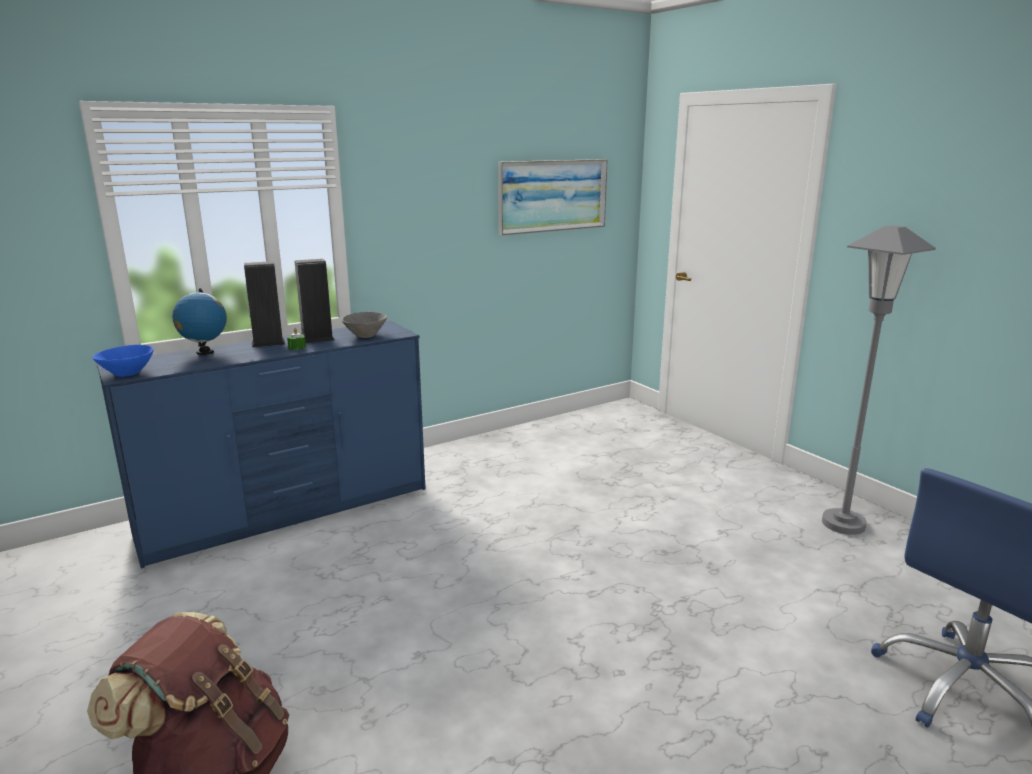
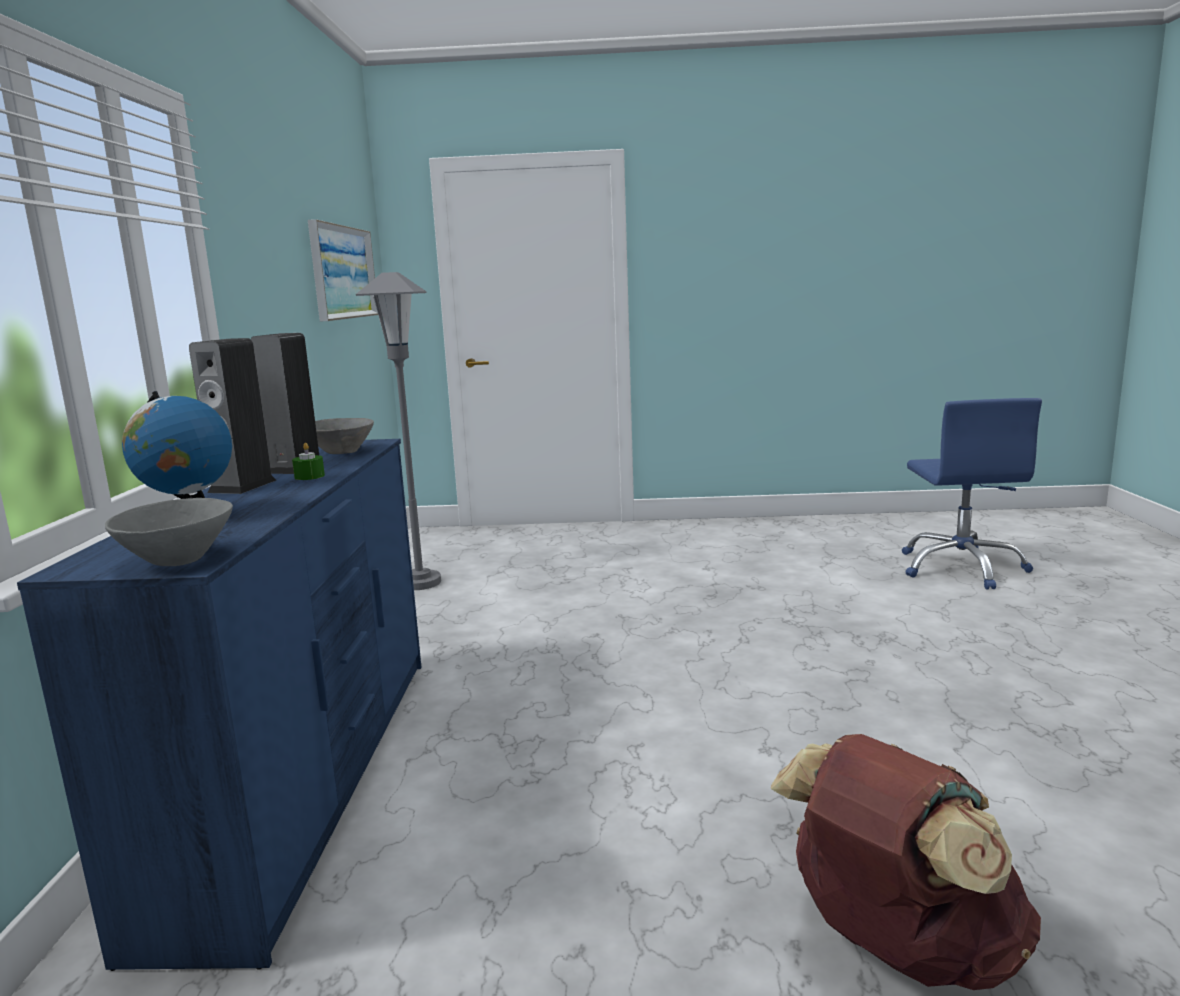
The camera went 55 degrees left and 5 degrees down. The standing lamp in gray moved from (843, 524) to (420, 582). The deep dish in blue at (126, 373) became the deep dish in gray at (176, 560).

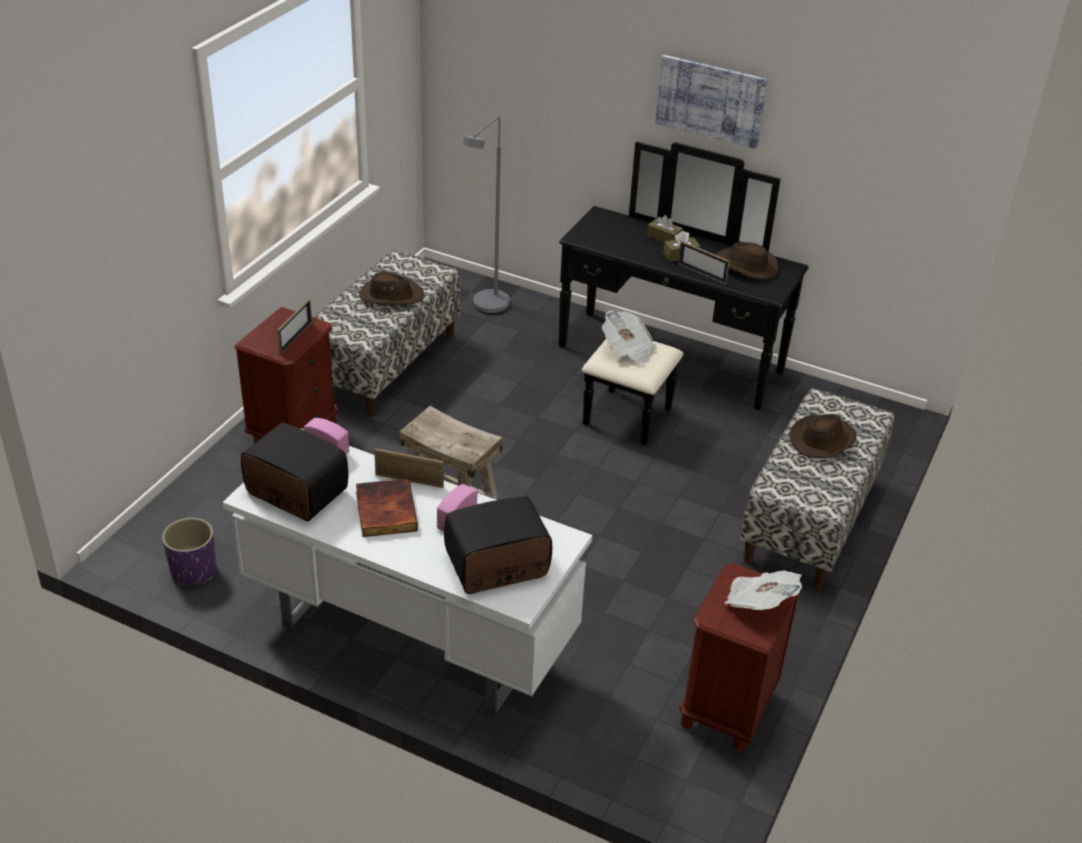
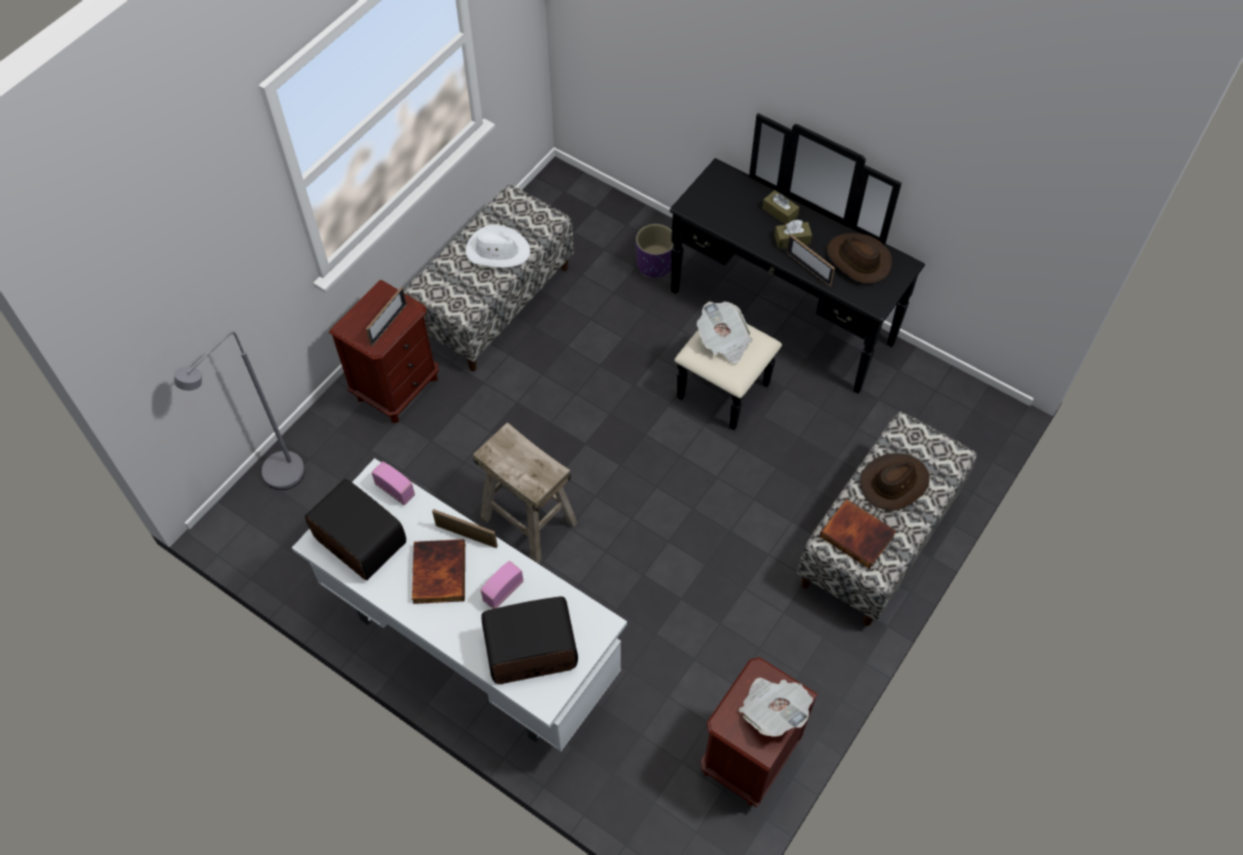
The camera went 10 degrees right and 20 degrees up. The wall picture at (710, 100) disappeared. The bound book at (858, 534) appeared. The planter in purple moved from (193, 570) to (654, 264). The standing lamp in gray moved from (486, 309) to (275, 480). The wearable hat in brownish at (391, 295) became the wearable hat in whitish at (497, 251).

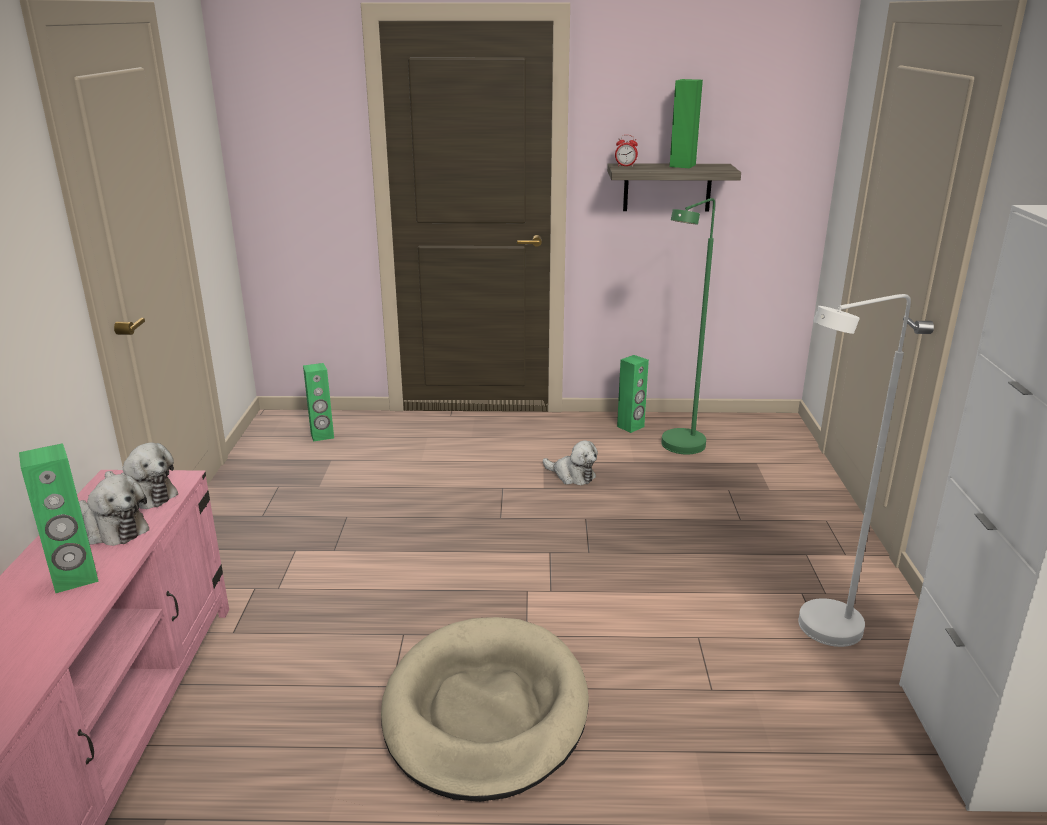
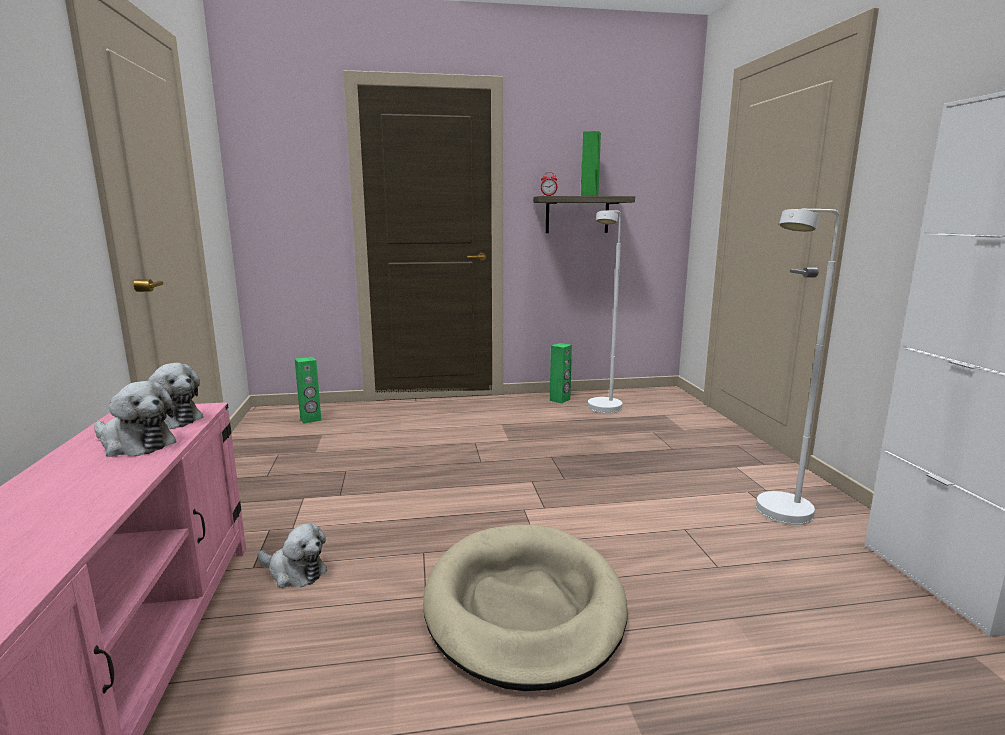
The camera went 10 degrees left and 10 degrees down. The audio speaker in green at (75, 578) disappeared. The cuddly toy moved from (572, 475) to (294, 572). The standing lamp in green at (679, 449) became the standing lamp in whitish at (603, 411).

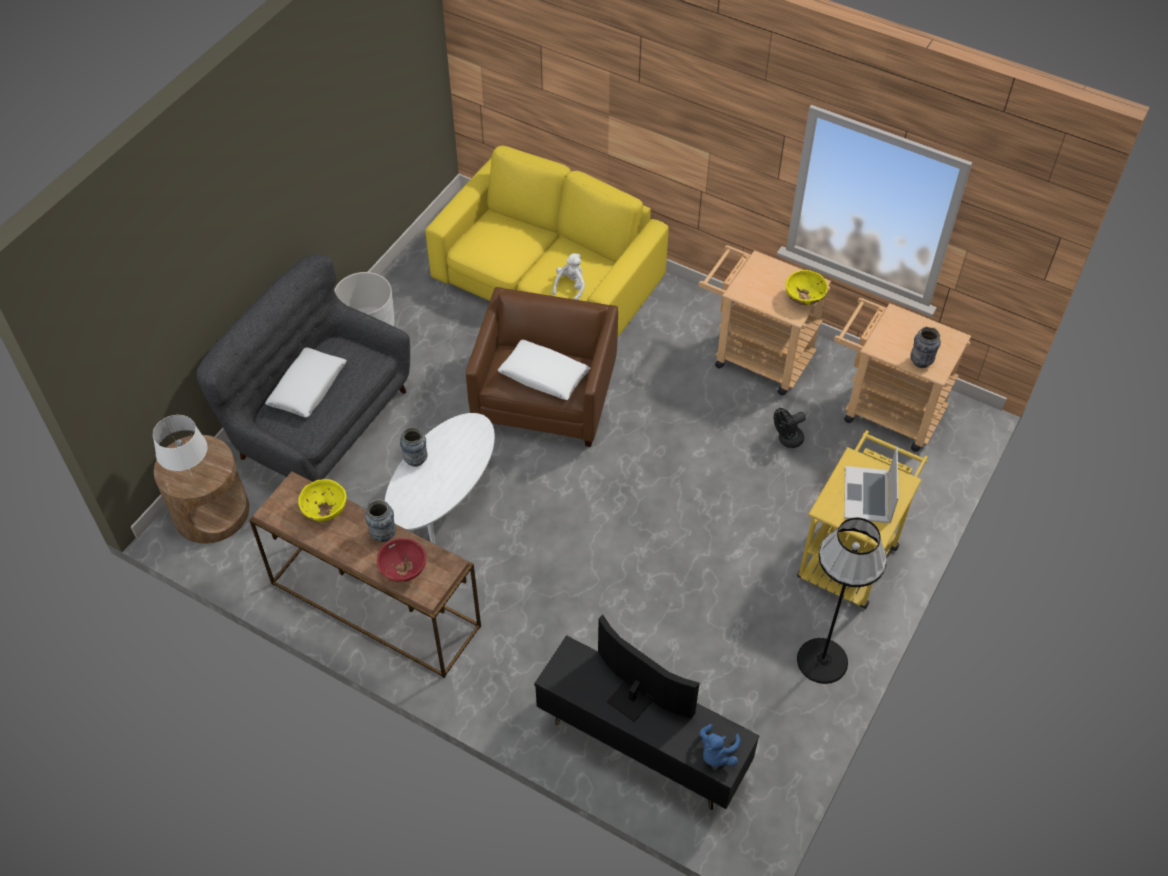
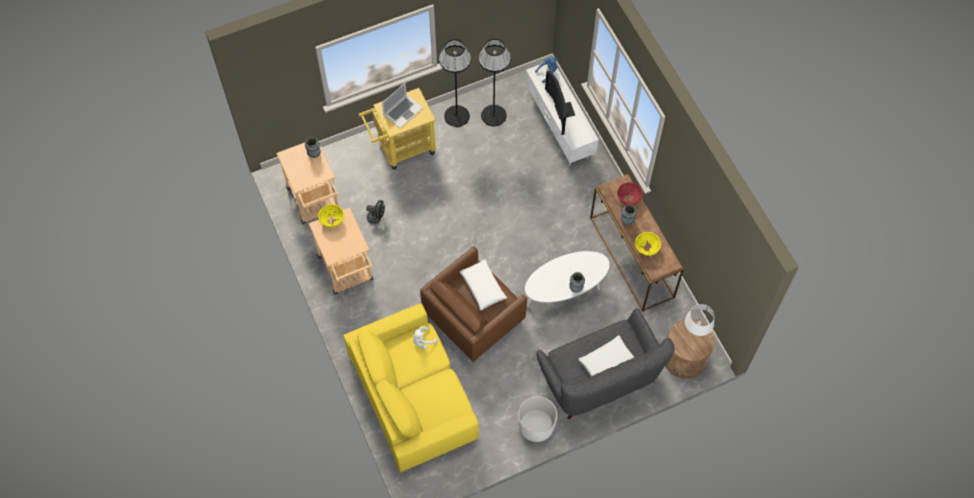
The camera went 145 degrees left and 10 degrees up. The standing lamp in black at (493, 115) appeared. The tv unit in black at (642, 748) became the tv unit in whitish at (559, 128).

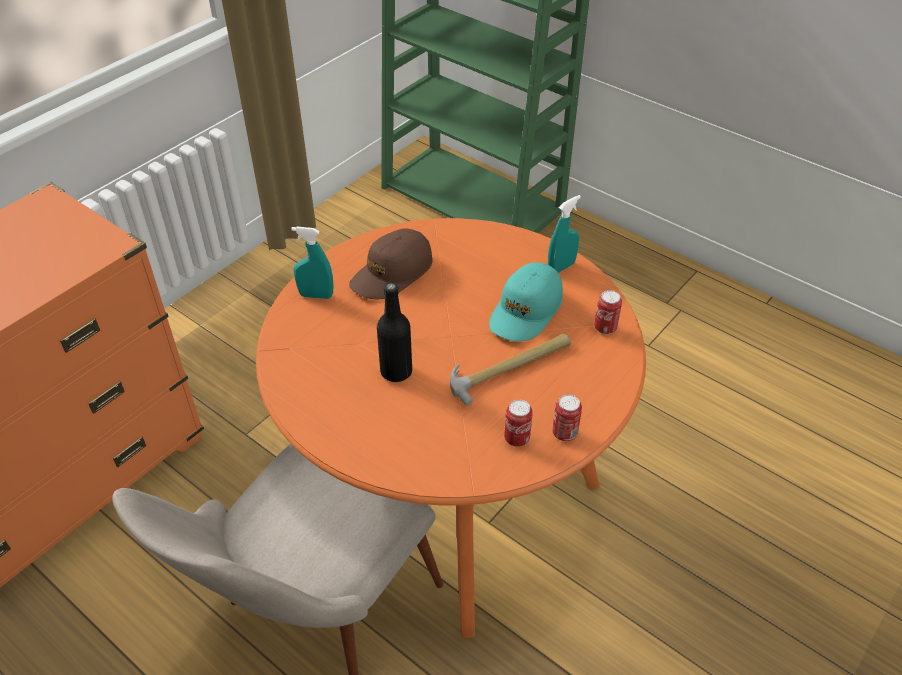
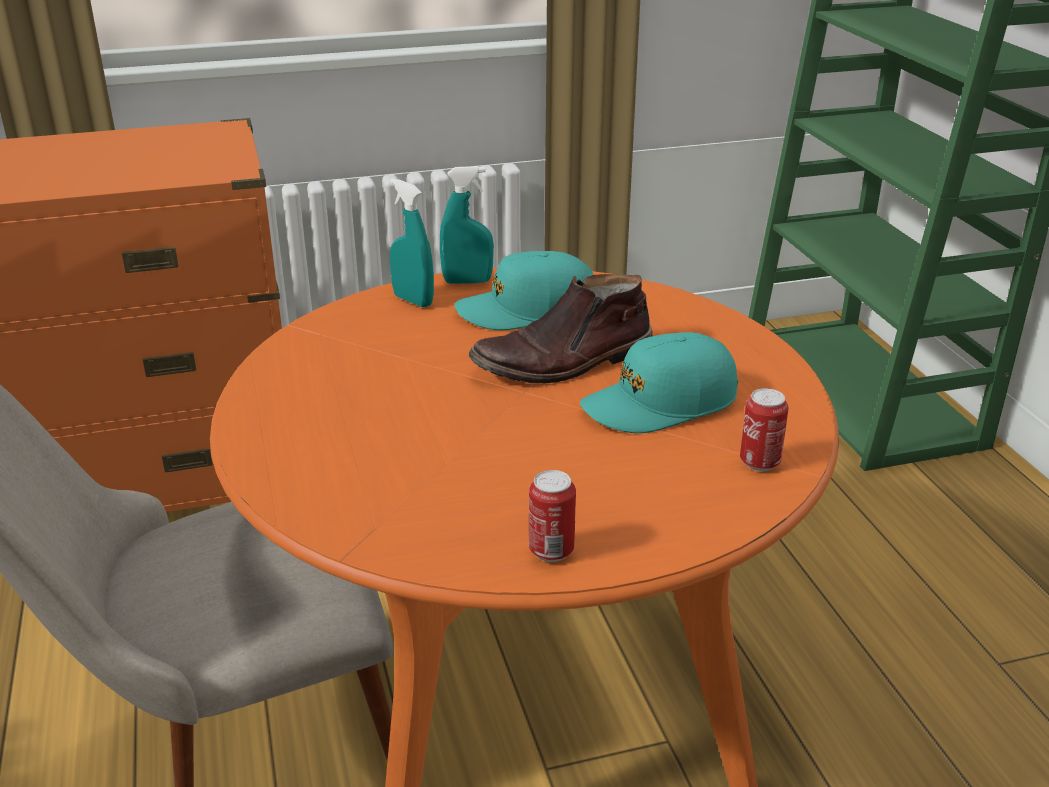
The camera went 35 degrees right and 15 degrees down. The bottle in black at (396, 371) disappeared. The tool hammer at (510, 368) disappeared. The sealed can at (516, 438) disappeared. The tall boot in brownish at (564, 362) appeared. The hand sprayer in turquoise-coloured moved from (561, 267) to (467, 281). The peaked cap in brownish at (392, 273) became the peaked cap in turquoise-coloured at (527, 310).

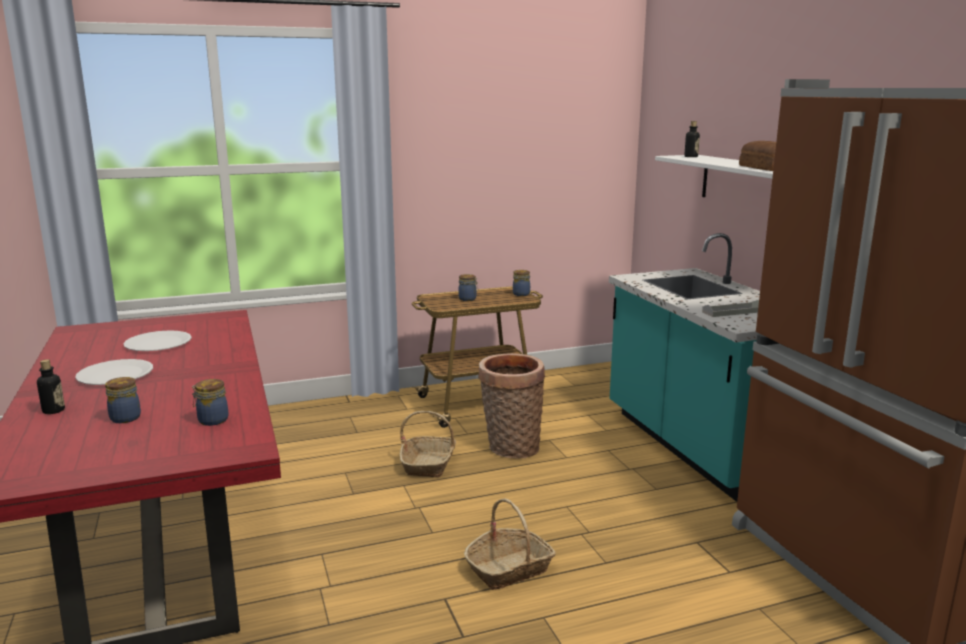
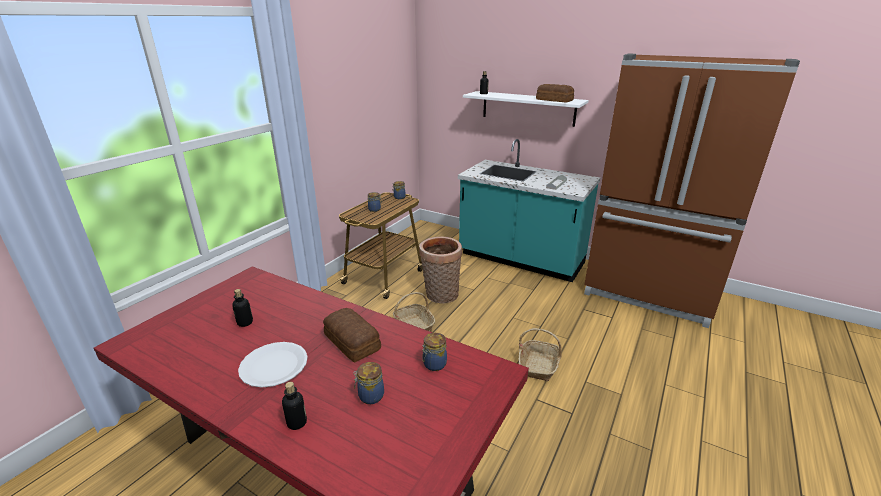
The camera went 40 degrees left and 10 degrees up. The baked bread at (351, 343) appeared. The dinner plate in whitish at (158, 343) was replaced by the bottle at (245, 323).

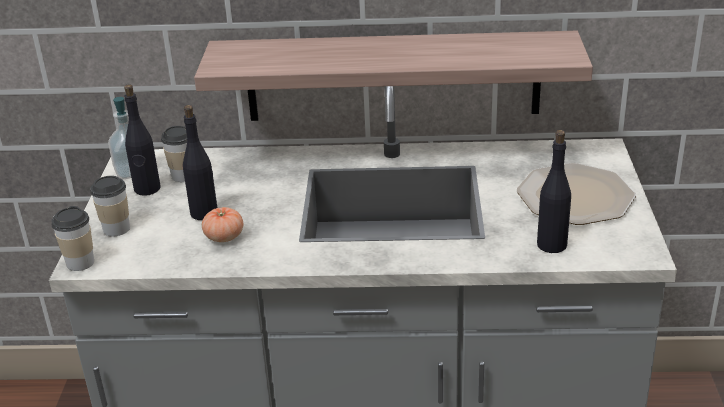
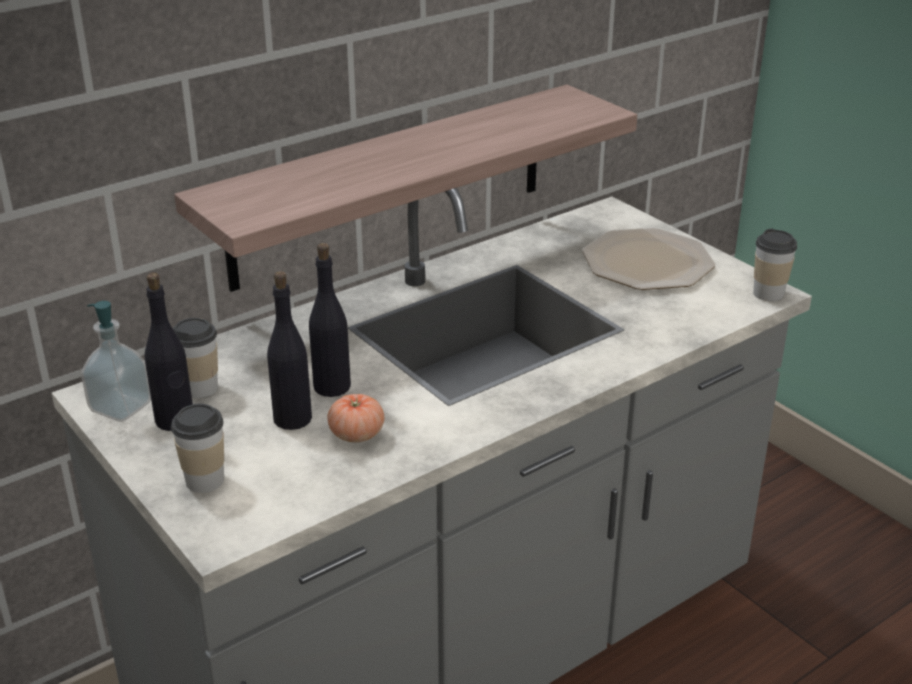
The camera went 40 degrees left and 0 degrees up. The cup moved from (80, 263) to (768, 293). The bottle in black moved from (552, 245) to (332, 386).

